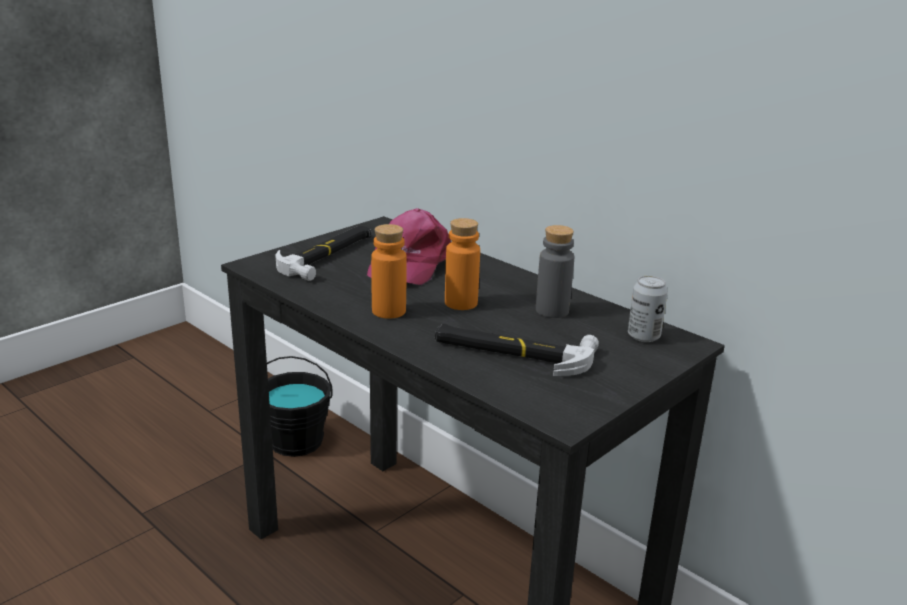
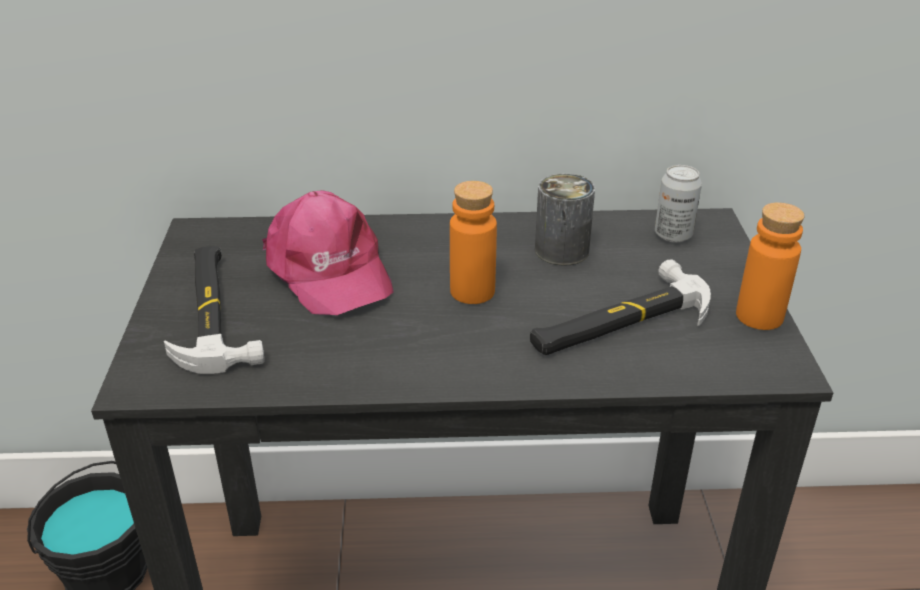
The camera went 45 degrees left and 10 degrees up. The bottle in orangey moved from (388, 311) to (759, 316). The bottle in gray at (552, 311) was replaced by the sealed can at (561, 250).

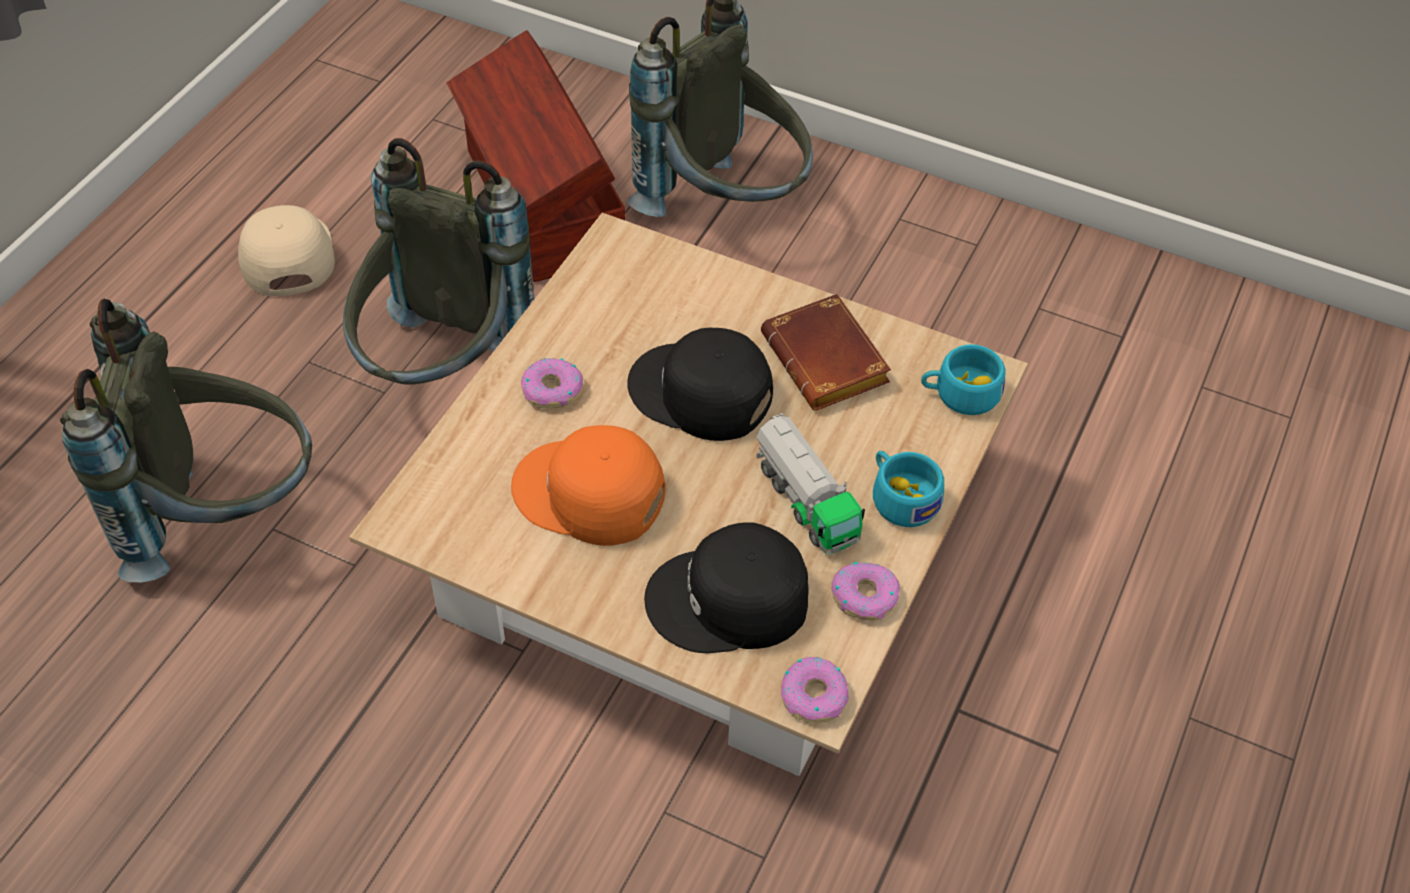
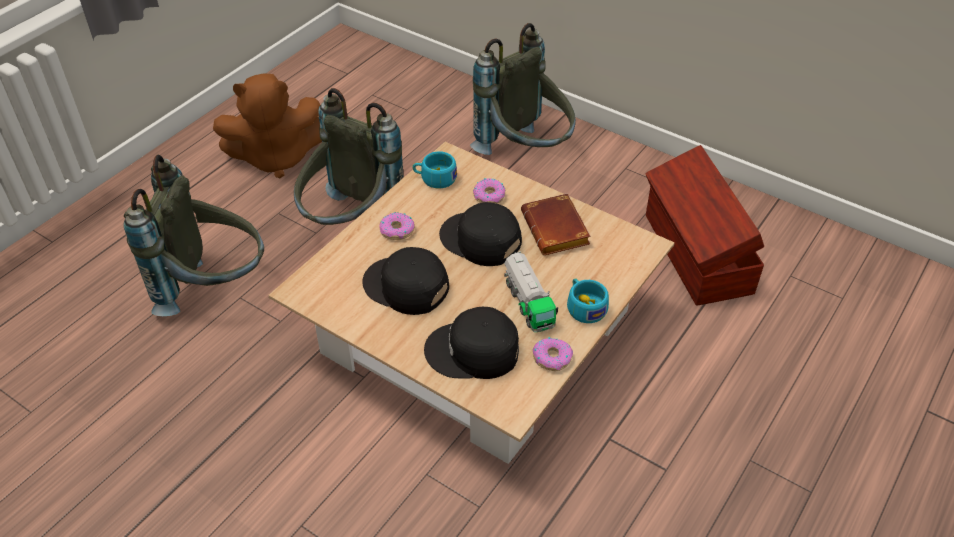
The camera went 10 degrees right and 5 degrees down. The storage box in brownish moved from (542, 205) to (696, 254). The doughnut moved from (814, 696) to (489, 196). The cup in turquoise-coloured moved from (959, 394) to (434, 178). The peaked cap in beige-coloured at (285, 255) was replaced by the cuddly toy in brownish at (277, 157). The peaked cap in orangey at (589, 494) became the peaked cap in black at (405, 287).

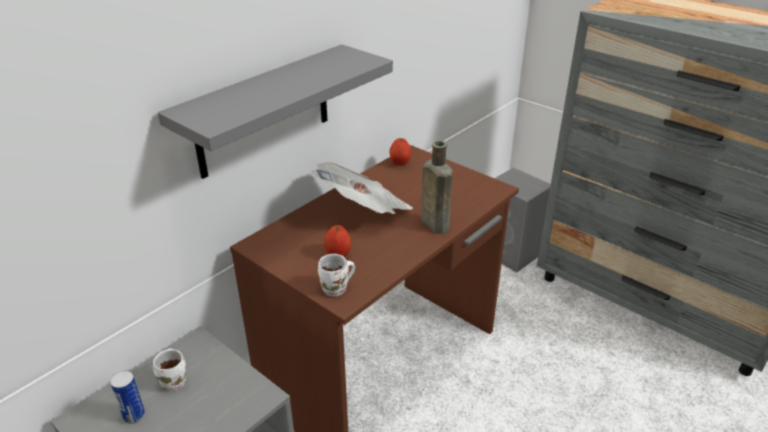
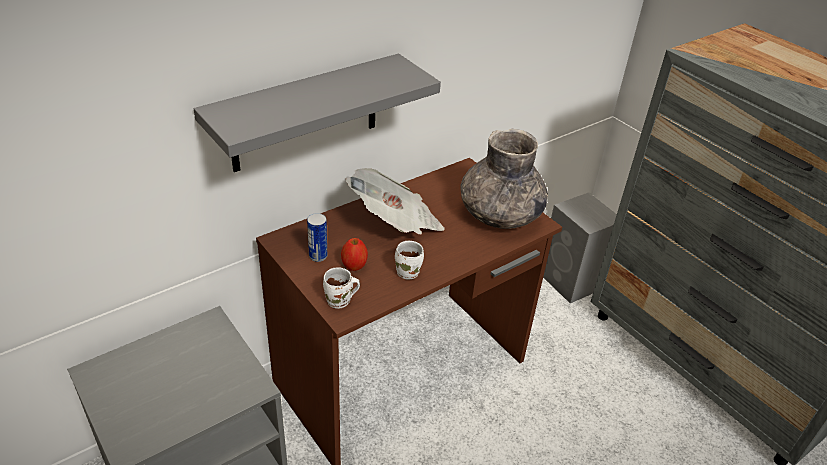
The camera went 10 degrees right and 5 degrees up. The apple fruit at (400, 163) disappeared. The bottle in brownish at (433, 223) disappeared. The vase in gray at (499, 215) appeared. The sealed can moved from (134, 416) to (318, 256). The coffee mug in whitish moved from (175, 381) to (409, 271).

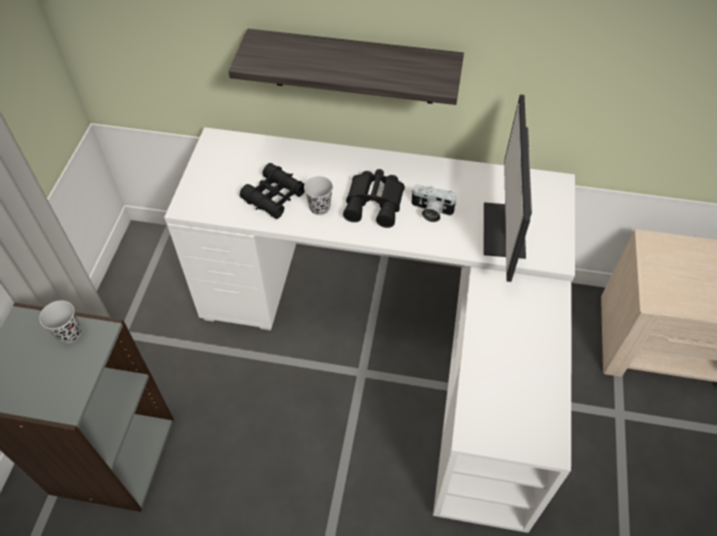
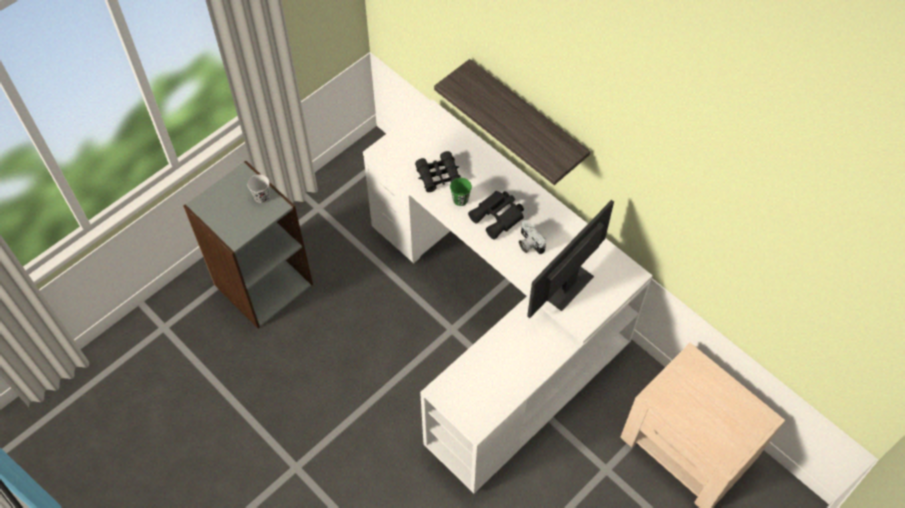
The camera went 35 degrees right and 5 degrees up. The cup in black at (319, 208) became the cup in green at (460, 200).

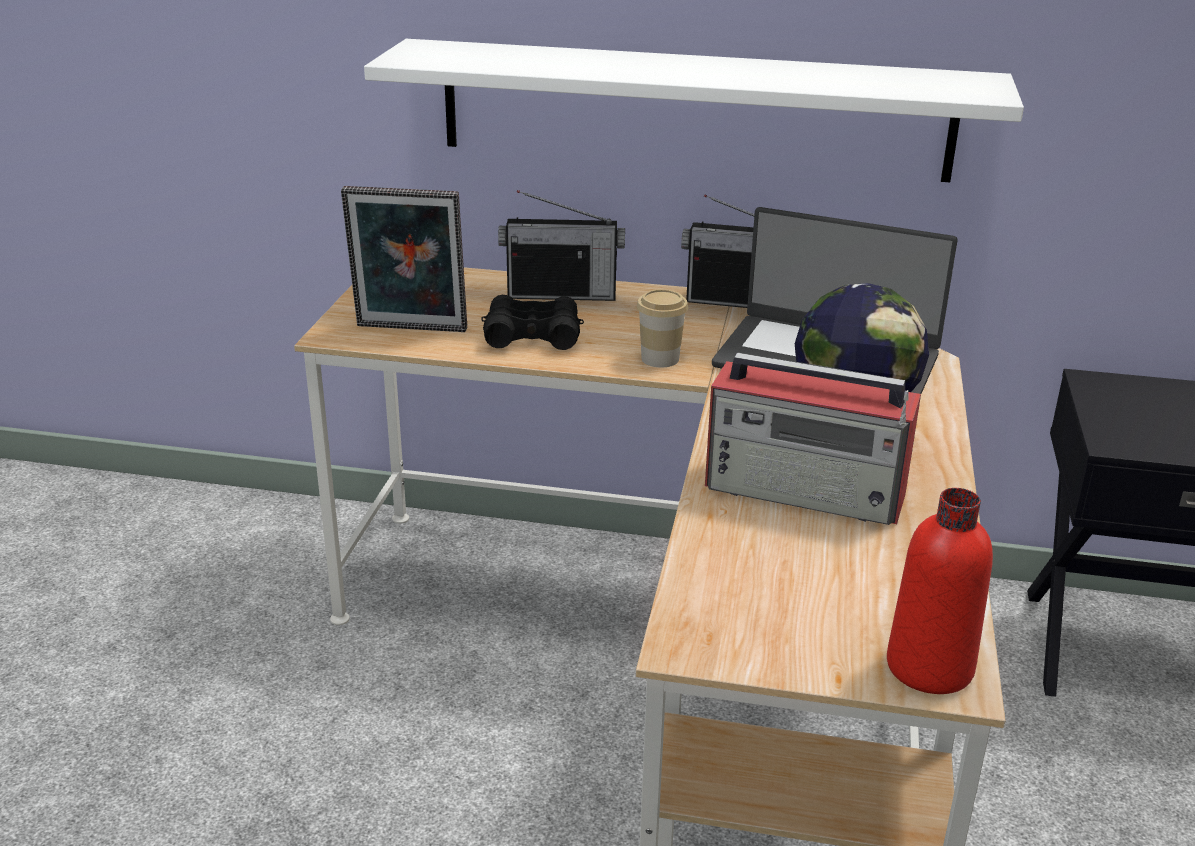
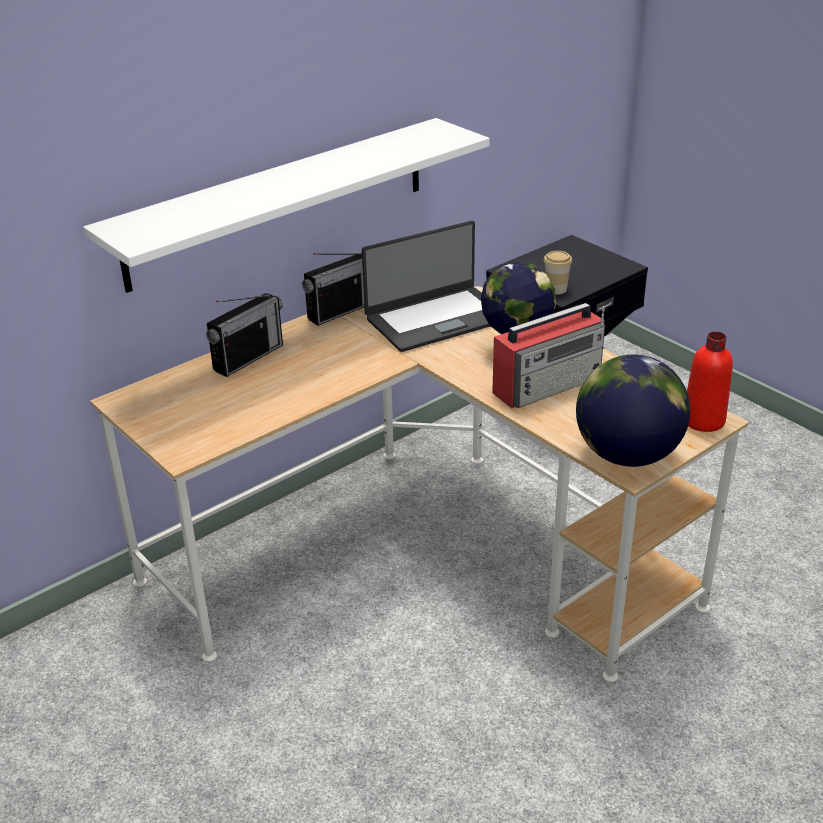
The camera went 50 degrees left and 5 degrees up. The picture frame at (410, 330) disappeared. The field glasses in black at (532, 335) disappeared. The desk globe at (627, 455) appeared. The cup moved from (660, 359) to (556, 289).

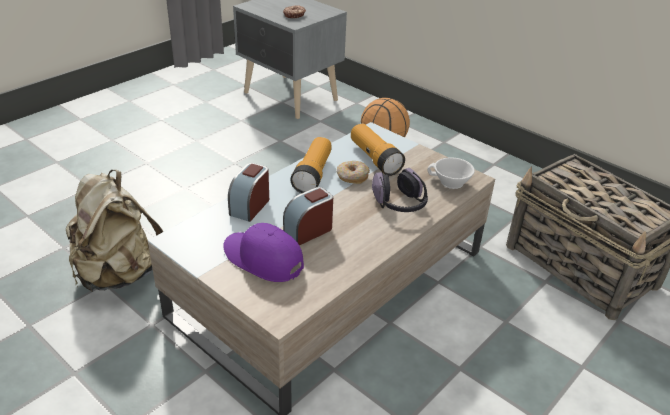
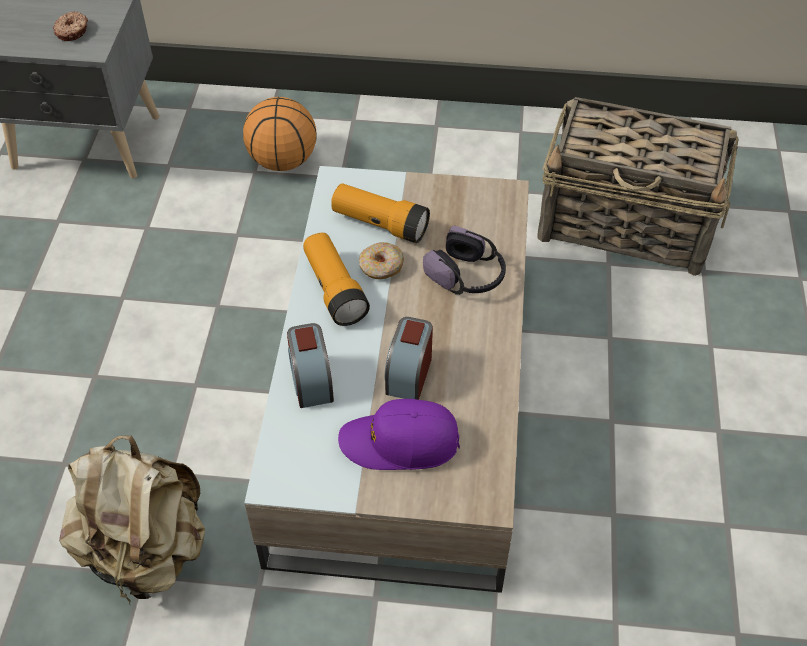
The camera went 35 degrees left and 15 degrees up. The cup in whitish at (450, 182) disappeared.

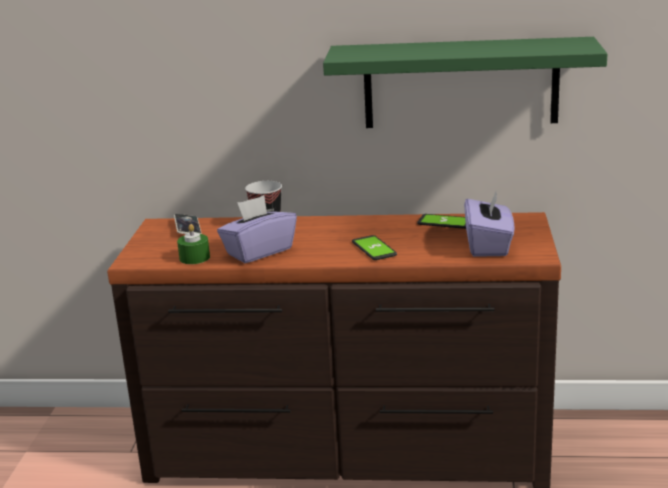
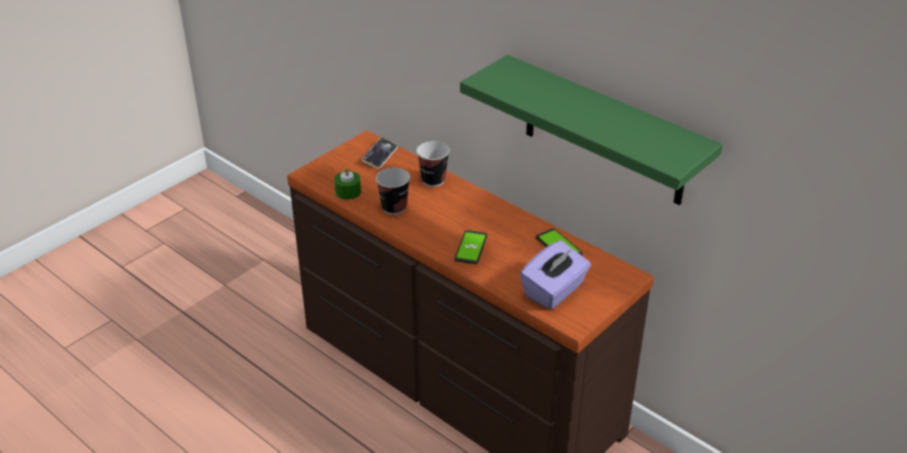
The camera went 35 degrees right and 15 degrees up. The box of tissues in purple at (259, 251) was replaced by the cup at (394, 207).

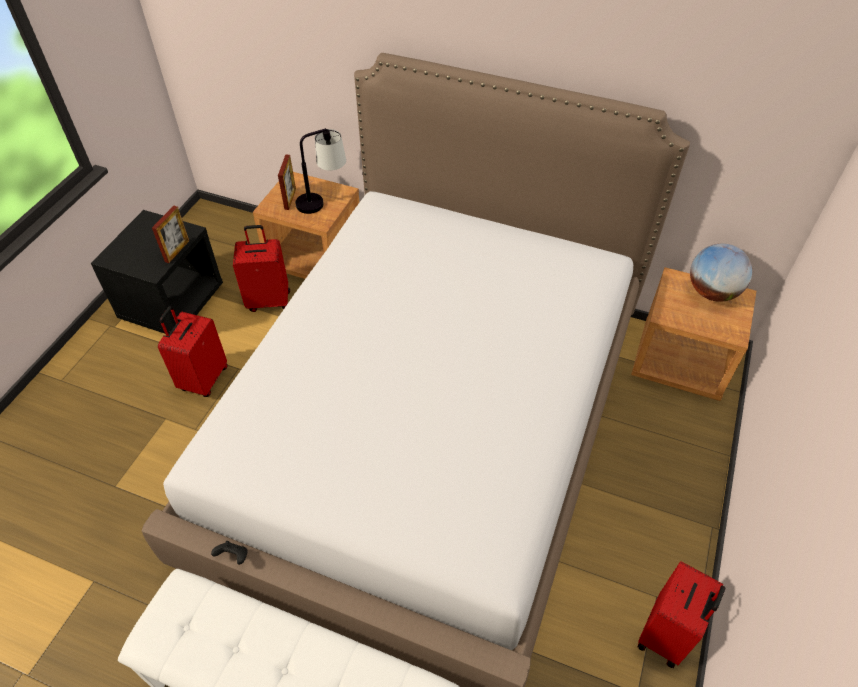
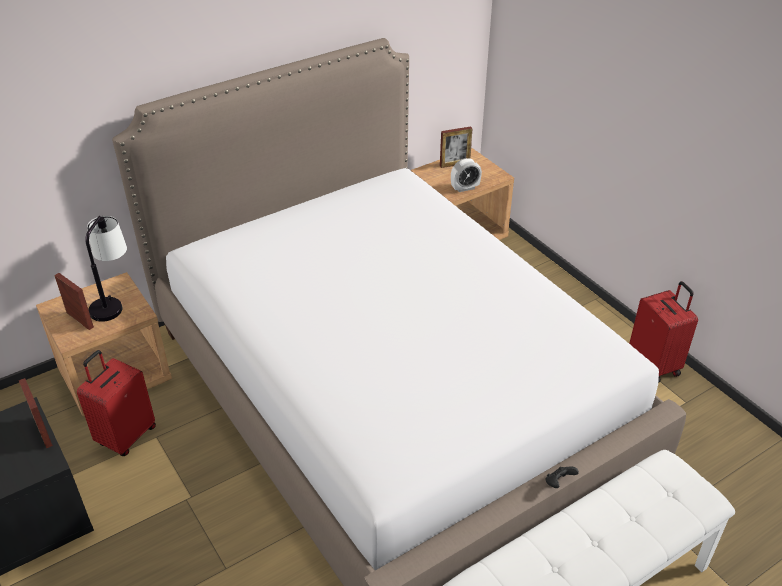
The camera went 55 degrees left and 10 degrees down. The travel case in reddish at (203, 379) disappeared. The table clock at (465, 188) appeared. The joypad in black moved from (233, 556) to (558, 483). The desk globe at (712, 292) was replaced by the picture frame at (454, 164).

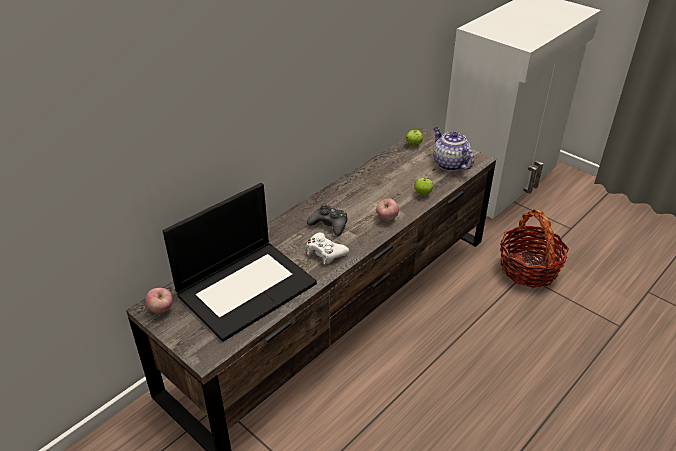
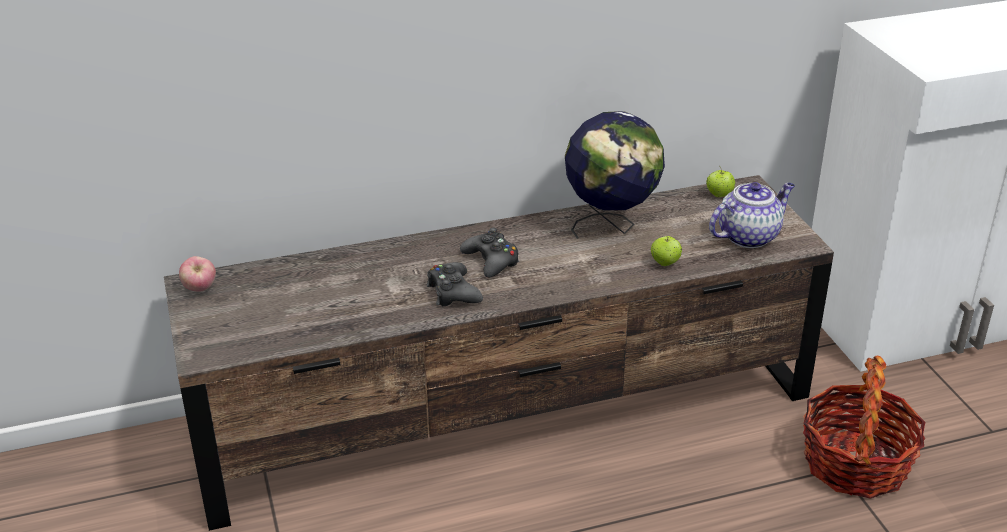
The camera went 30 degrees right and 5 degrees down. The portable computer at (247, 287) disappeared. The apple fruit at (387, 218) disappeared. The desk globe at (611, 226) appeared. The joypad in whitish at (325, 252) became the joypad in black at (453, 292). The pot for tea at (449, 163) turned 60 degrees clockwise.

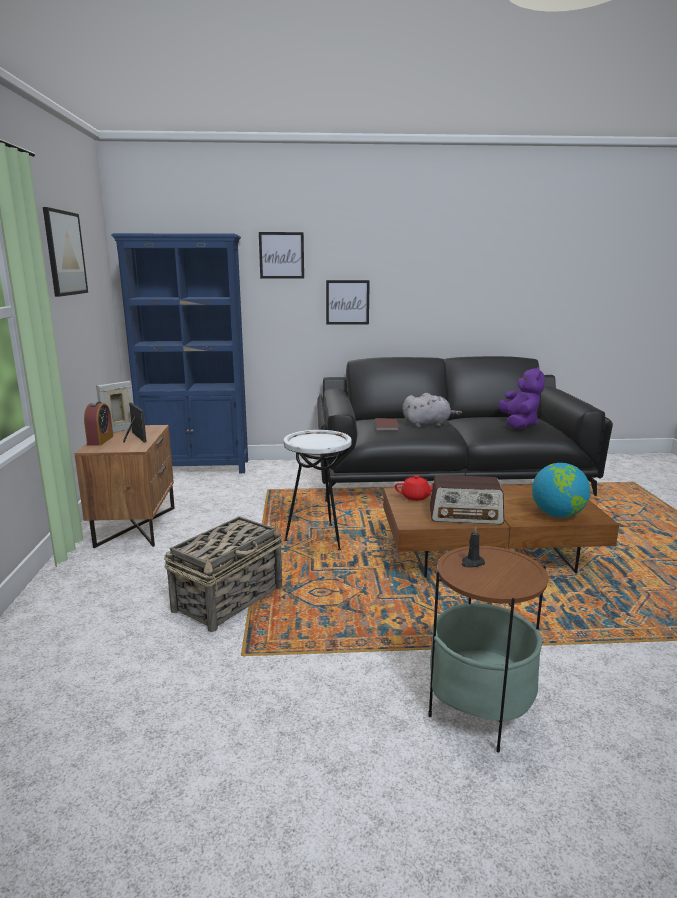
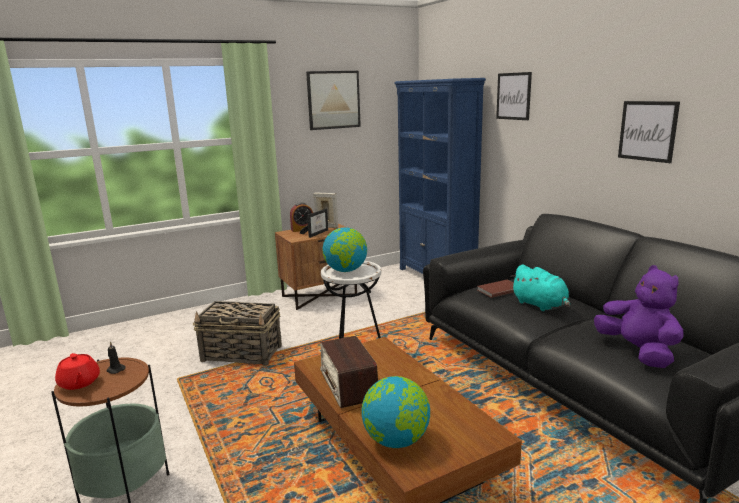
The camera went 65 degrees right and 0 degrees up. The desk globe at (345, 270) appeared. The wall picture moved from (347, 302) to (647, 131). The pot for tea in reddish moved from (416, 497) to (79, 383). The cuddly toy in gray at (428, 424) became the cuddly toy in turquoise-coloured at (540, 305). The cuddly toy in purple at (519, 424) turned 90 degrees counterclockwise.

